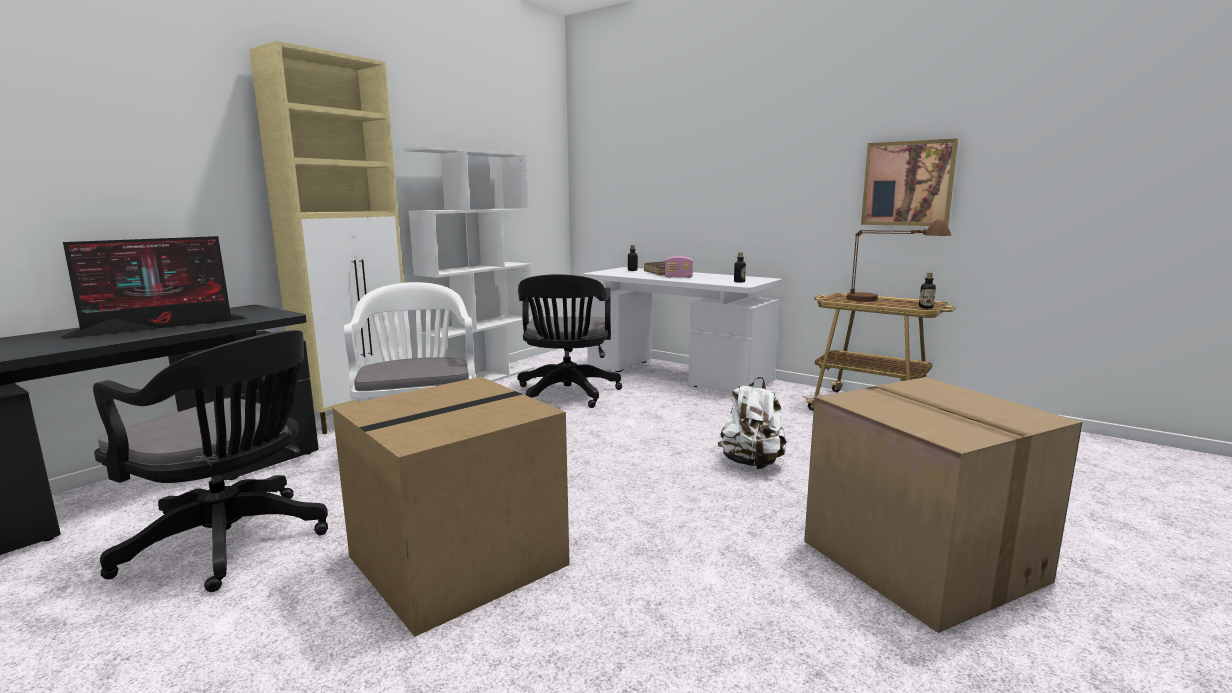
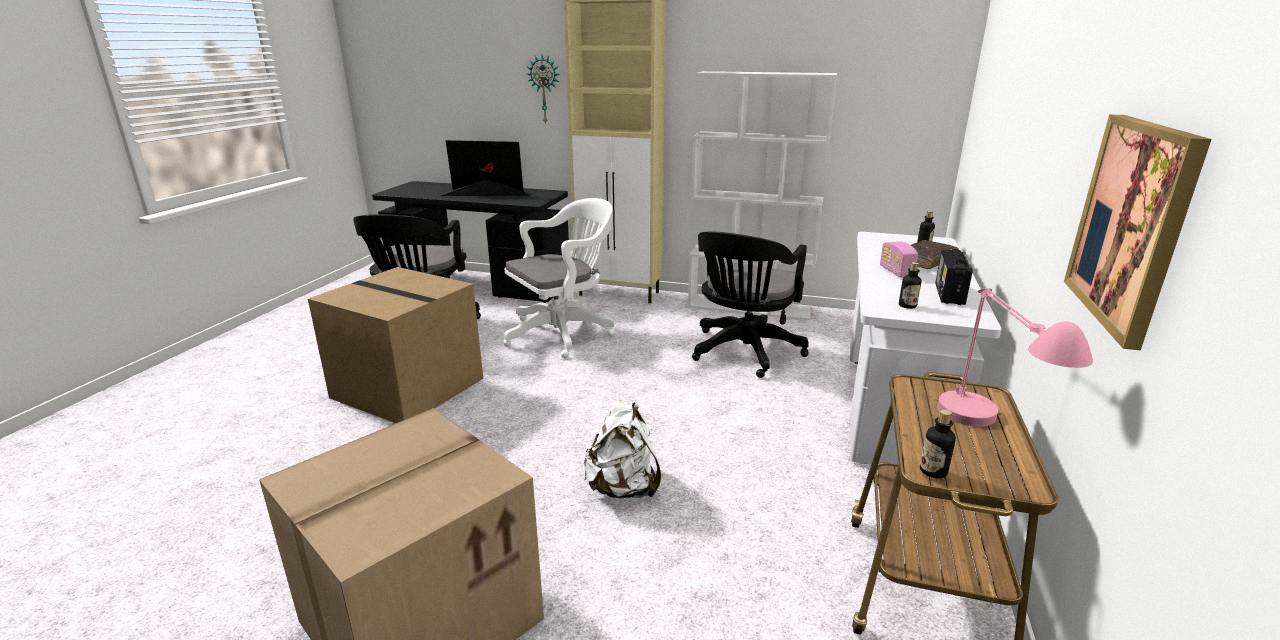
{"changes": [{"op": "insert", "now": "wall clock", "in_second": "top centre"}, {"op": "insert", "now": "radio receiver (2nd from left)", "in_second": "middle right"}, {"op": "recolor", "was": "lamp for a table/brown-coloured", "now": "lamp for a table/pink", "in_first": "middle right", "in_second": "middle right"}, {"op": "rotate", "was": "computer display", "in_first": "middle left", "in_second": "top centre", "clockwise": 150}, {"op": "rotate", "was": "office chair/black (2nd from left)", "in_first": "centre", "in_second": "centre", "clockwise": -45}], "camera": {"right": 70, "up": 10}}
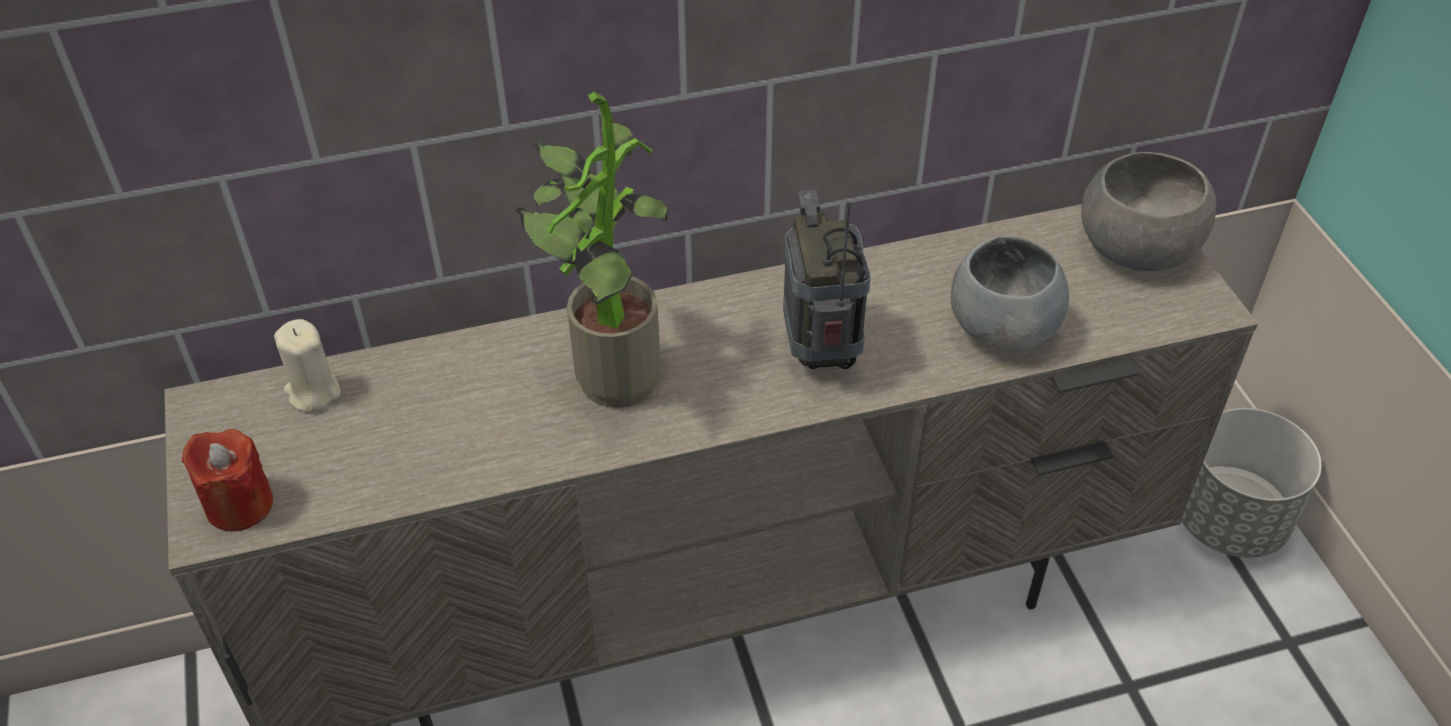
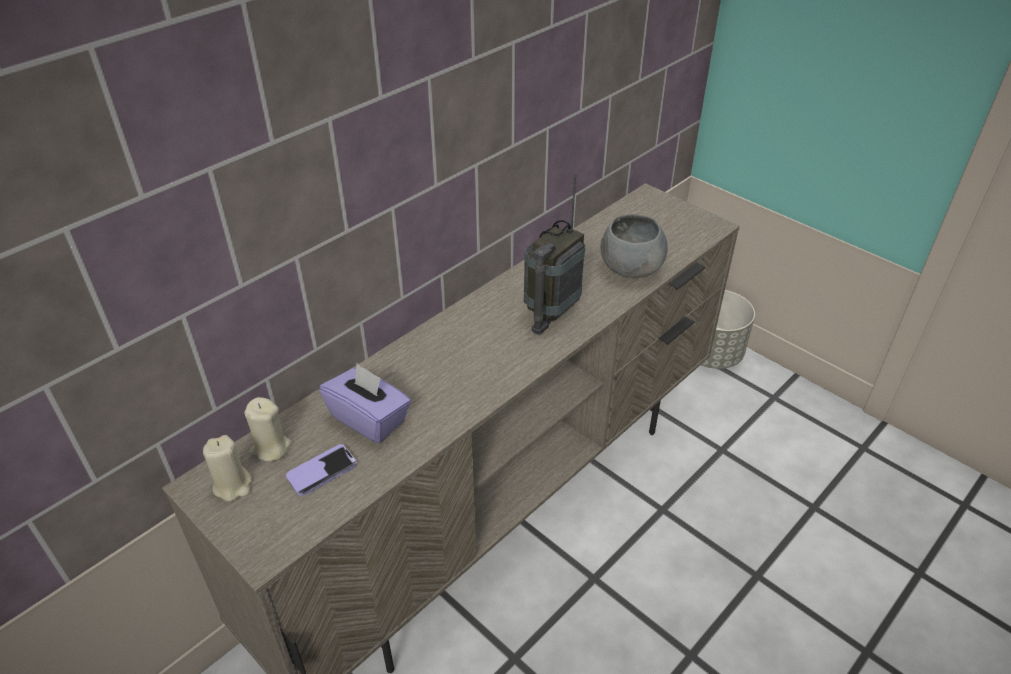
{"changes": [{"op": "delete", "was": "candle/red-coloured", "in_first": "middle left"}, {"op": "delete", "was": "houseplant", "in_first": "centre"}, {"op": "delete", "was": "bowl/grey (2nd from left)", "in_first": "top right"}, {"op": "insert", "now": "candle/sand-coloured (1st from left)", "in_second": "bottom left"}, {"op": "insert", "now": "handset", "in_second": "bottom left"}, {"op": "insert", "now": "box of tissues/purple", "in_second": "centre"}, {"op": "rotate", "was": "radio receiver", "in_first": "centre", "in_second": "centre", "clockwise": -105}], "camera": {"right": -30, "up": -5}}
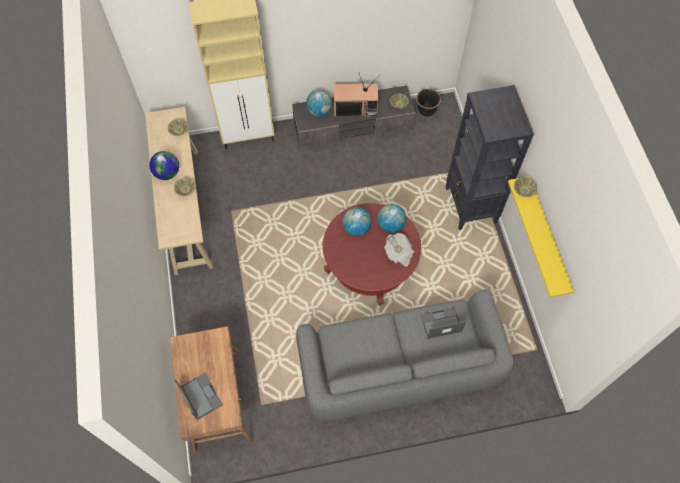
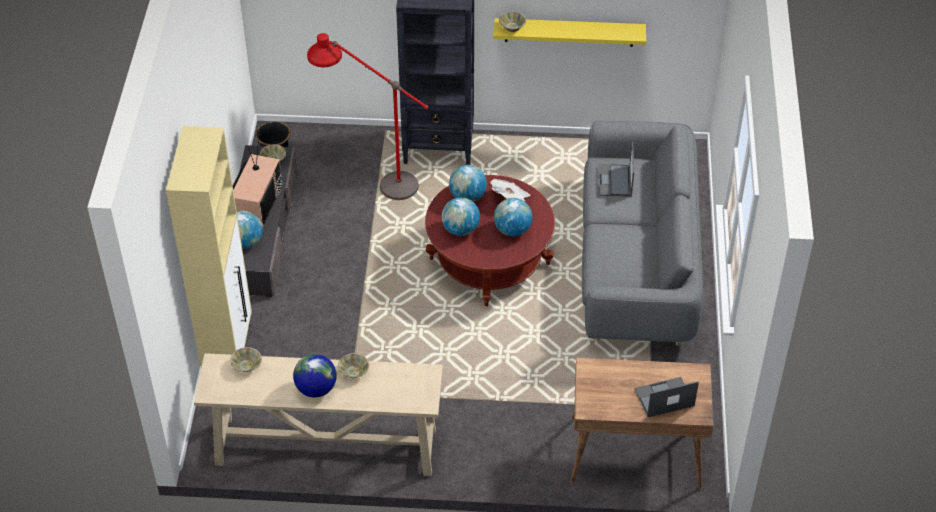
{"changes": [{"op": "insert", "now": "floor lamp/red-coloured", "in_second": "top centre"}, {"op": "insert", "now": "globe (5th from left)", "in_second": "centre"}], "camera": {"right": -75, "up": -15}}
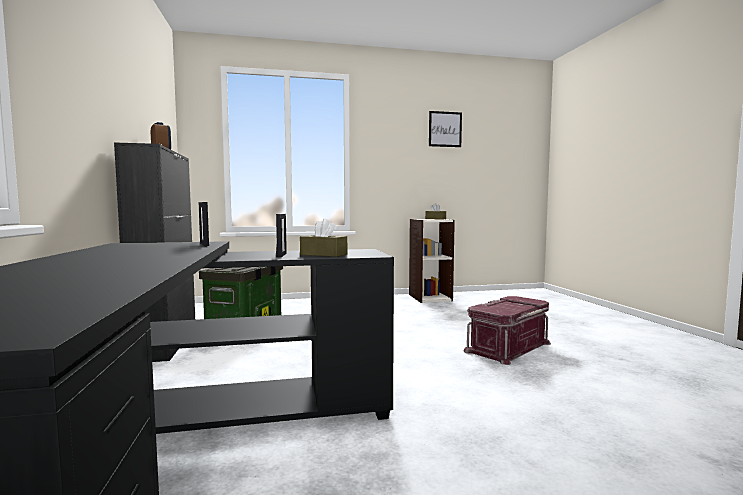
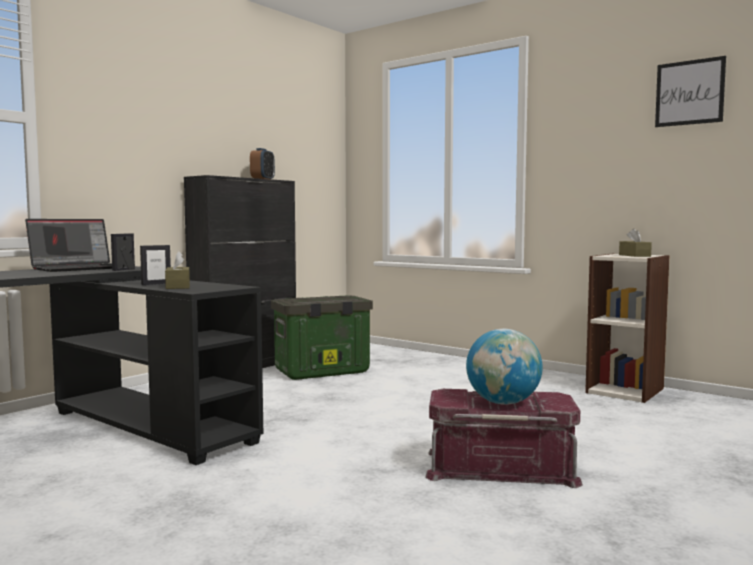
{"changes": [{"op": "insert", "now": "portable computer", "in_second": "middle left"}, {"op": "insert", "now": "globe", "in_second": "middle right"}], "camera": {"right": 50, "up": 0}}
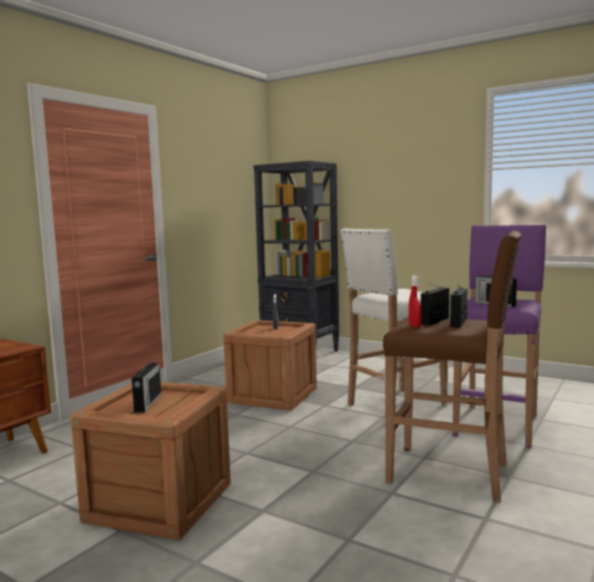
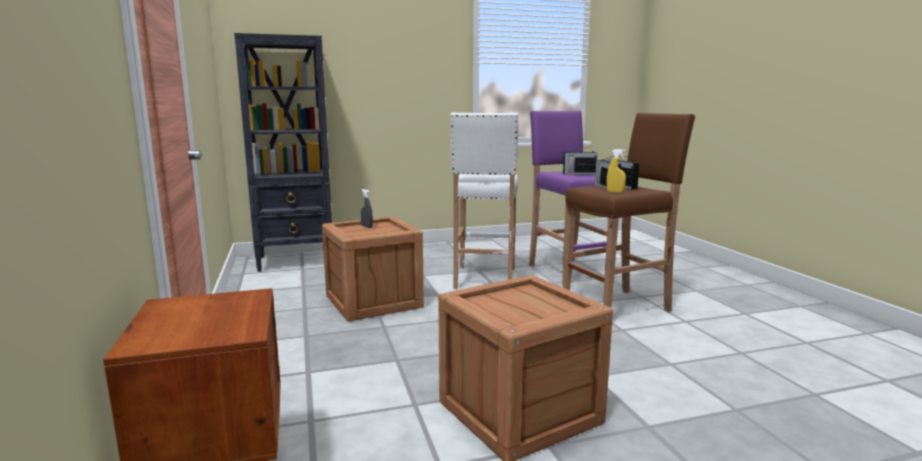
{"changes": [{"op": "delete", "was": "radio receiver (1st from left)", "in_first": "middle left"}, {"op": "recolor", "was": "sprayer/red-coloured", "now": "sprayer/yellowish", "in_first": "middle right", "in_second": "middle right"}], "camera": {"right": -50, "up": 5}}
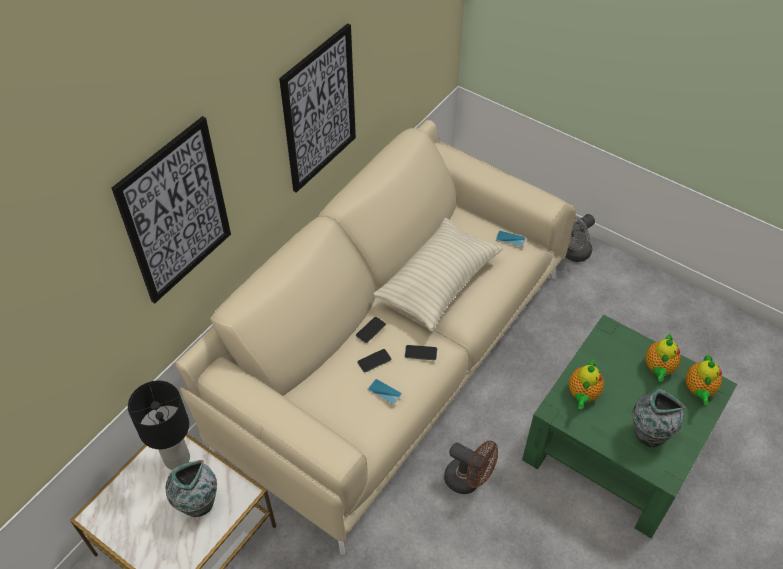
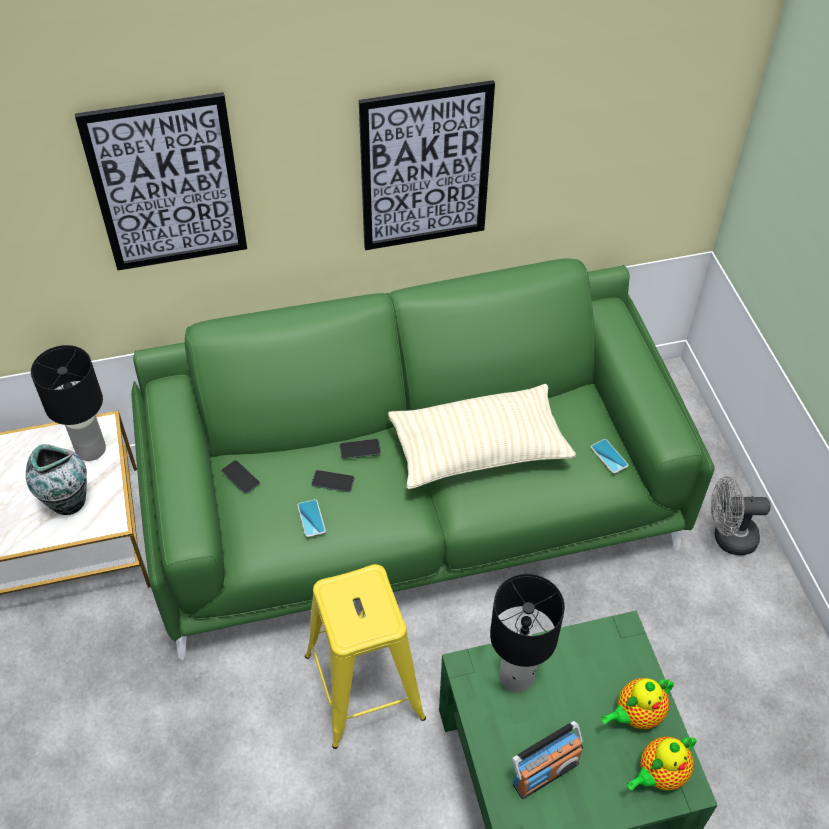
{"changes": [{"op": "move", "was": "handset (4th from left in the first image)", "now": "handset (1st from left)", "in_first": "centre", "in_second": "middle left"}, {"op": "replace", "was": "fan/brown-coloured", "now": "stool seat/yellowish", "in_first": "bottom centre", "in_second": "bottom centre"}, {"op": "replace", "was": "tea pot (1st from left)", "now": "lamp for a table/black (2nd from left)", "in_first": "bottom right", "in_second": "bottom centre"}, {"op": "replace", "was": "vase (2nd from left)", "now": "radio receiver", "in_first": "bottom right", "in_second": "bottom centre"}, {"op": "recolor", "was": "settee/sand-coloured", "now": "settee/green-coloured", "in_first": "centre", "in_second": "centre"}], "camera": {"right": 40, "up": 0}}
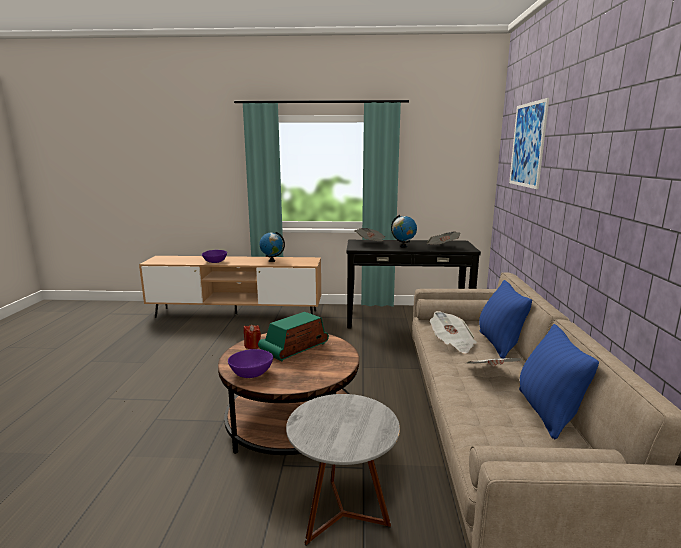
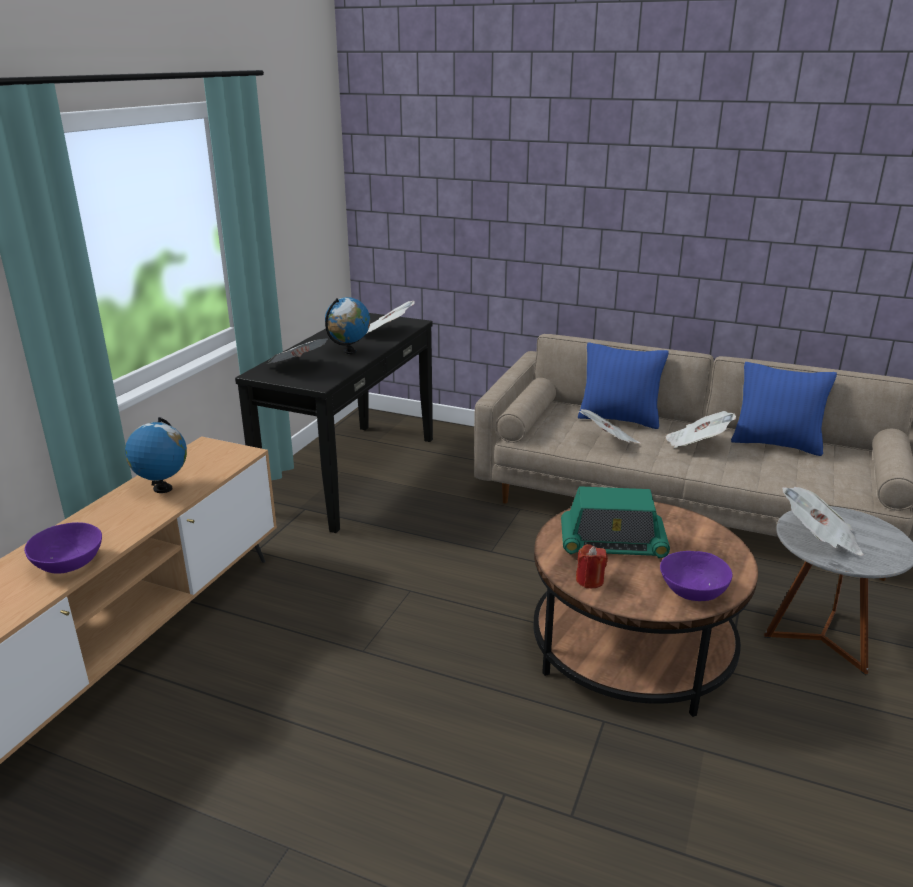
{"changes": [{"op": "delete", "was": "wall art", "in_first": "top right"}, {"op": "insert", "now": "printed paper (5th from left)", "in_second": "middle right"}, {"op": "rotate", "was": "radio receiver", "in_first": "centre", "in_second": "middle right", "clockwise": -60}], "camera": {"right": -70, "up": 10}}
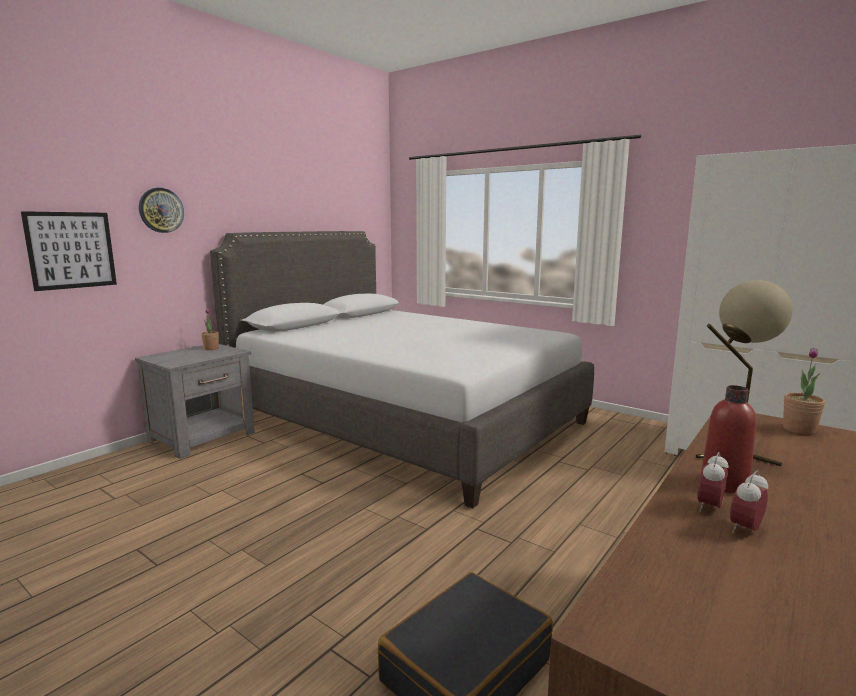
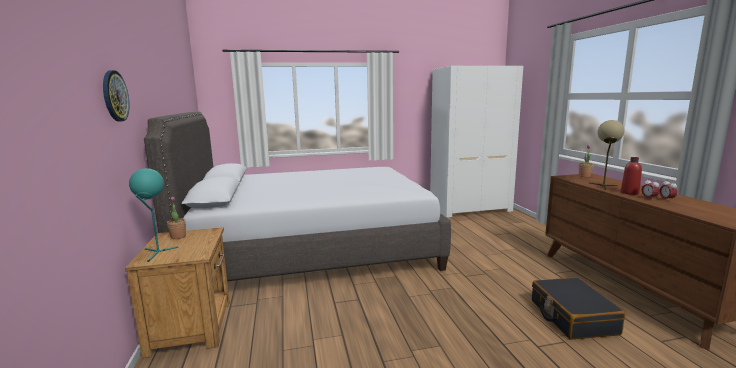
{"changes": [{"op": "delete", "was": "wall art", "in_first": "middle left"}, {"op": "insert", "now": "lamp for a table/turquoise", "in_second": "middle left"}, {"op": "recolor", "was": "bedside table/grey", "now": "bedside table/brown-coloured", "in_first": "middle left", "in_second": "bottom left"}], "camera": {"right": -50, "up": 0}}
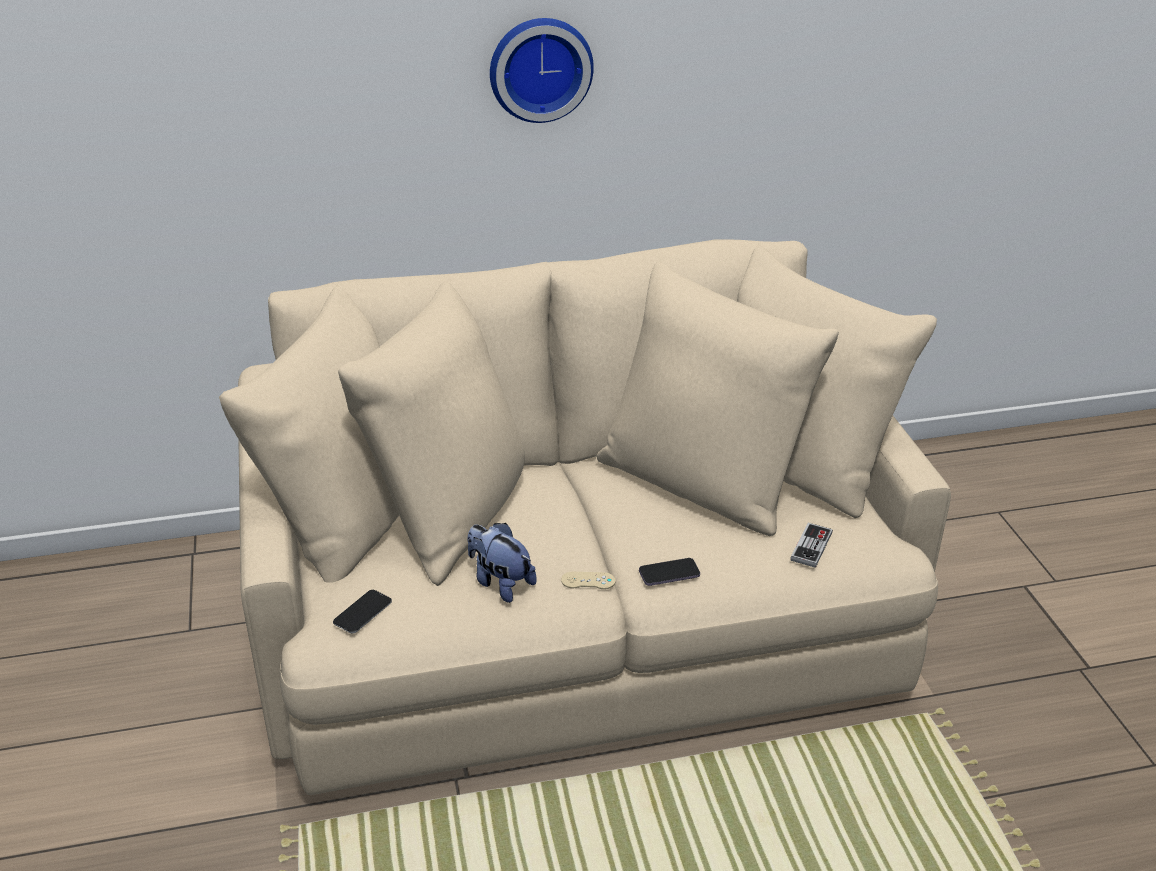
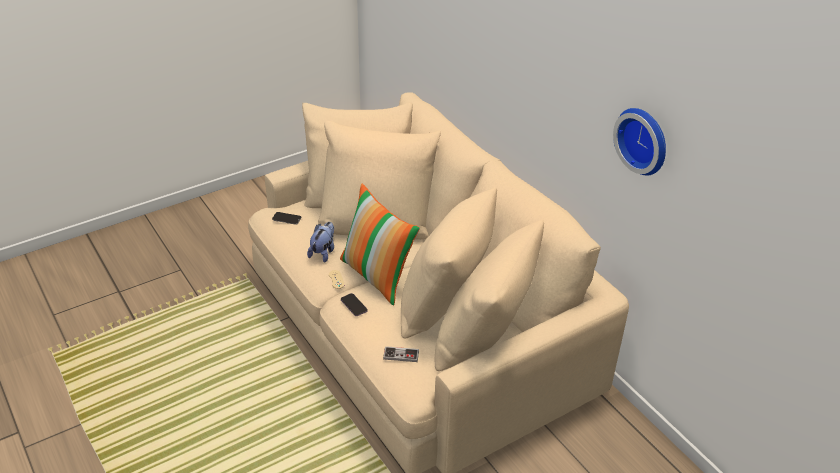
{"changes": [{"op": "insert", "now": "throw pillow", "in_second": "centre"}, {"op": "move", "was": "wall clock", "in_first": "top centre", "in_second": "top right"}], "camera": {"right": 70, "up": 5}}
